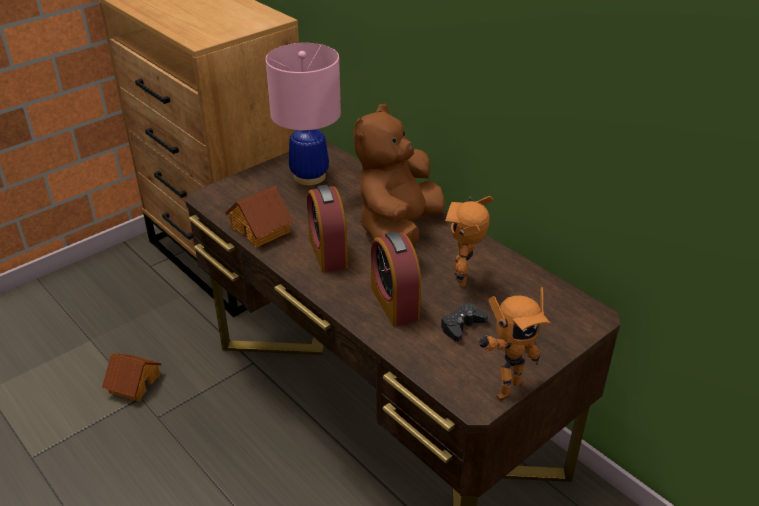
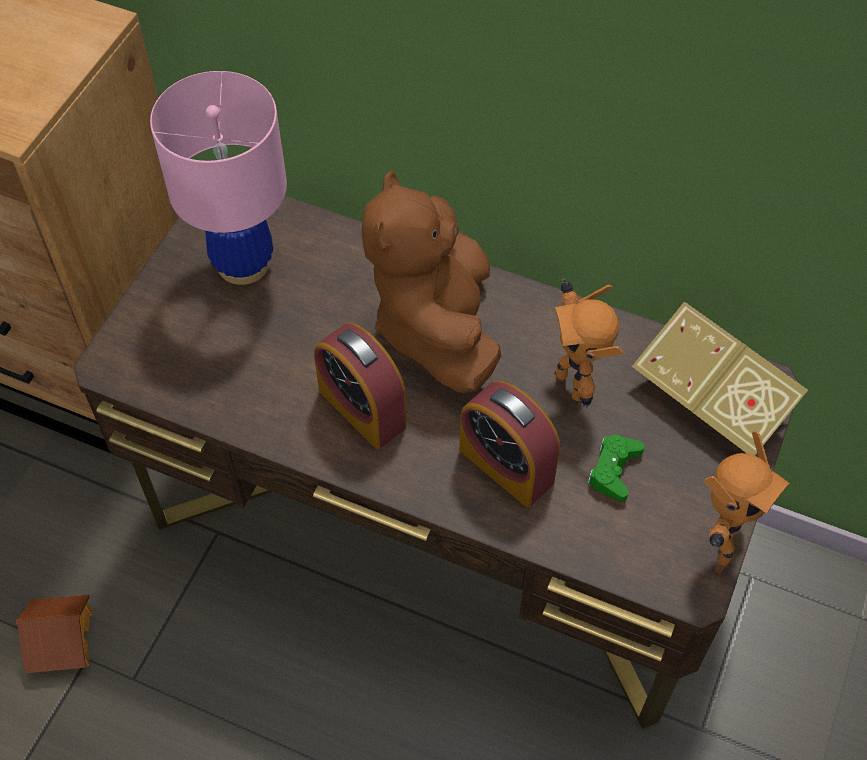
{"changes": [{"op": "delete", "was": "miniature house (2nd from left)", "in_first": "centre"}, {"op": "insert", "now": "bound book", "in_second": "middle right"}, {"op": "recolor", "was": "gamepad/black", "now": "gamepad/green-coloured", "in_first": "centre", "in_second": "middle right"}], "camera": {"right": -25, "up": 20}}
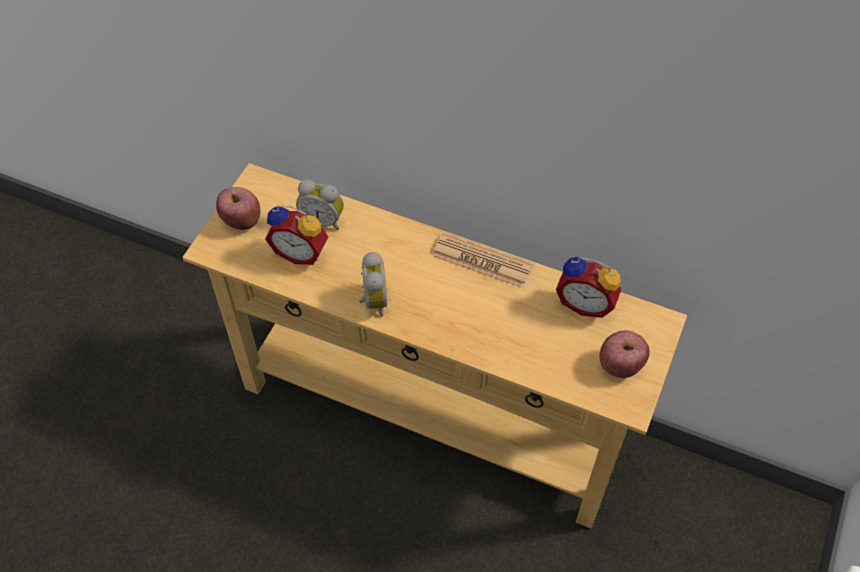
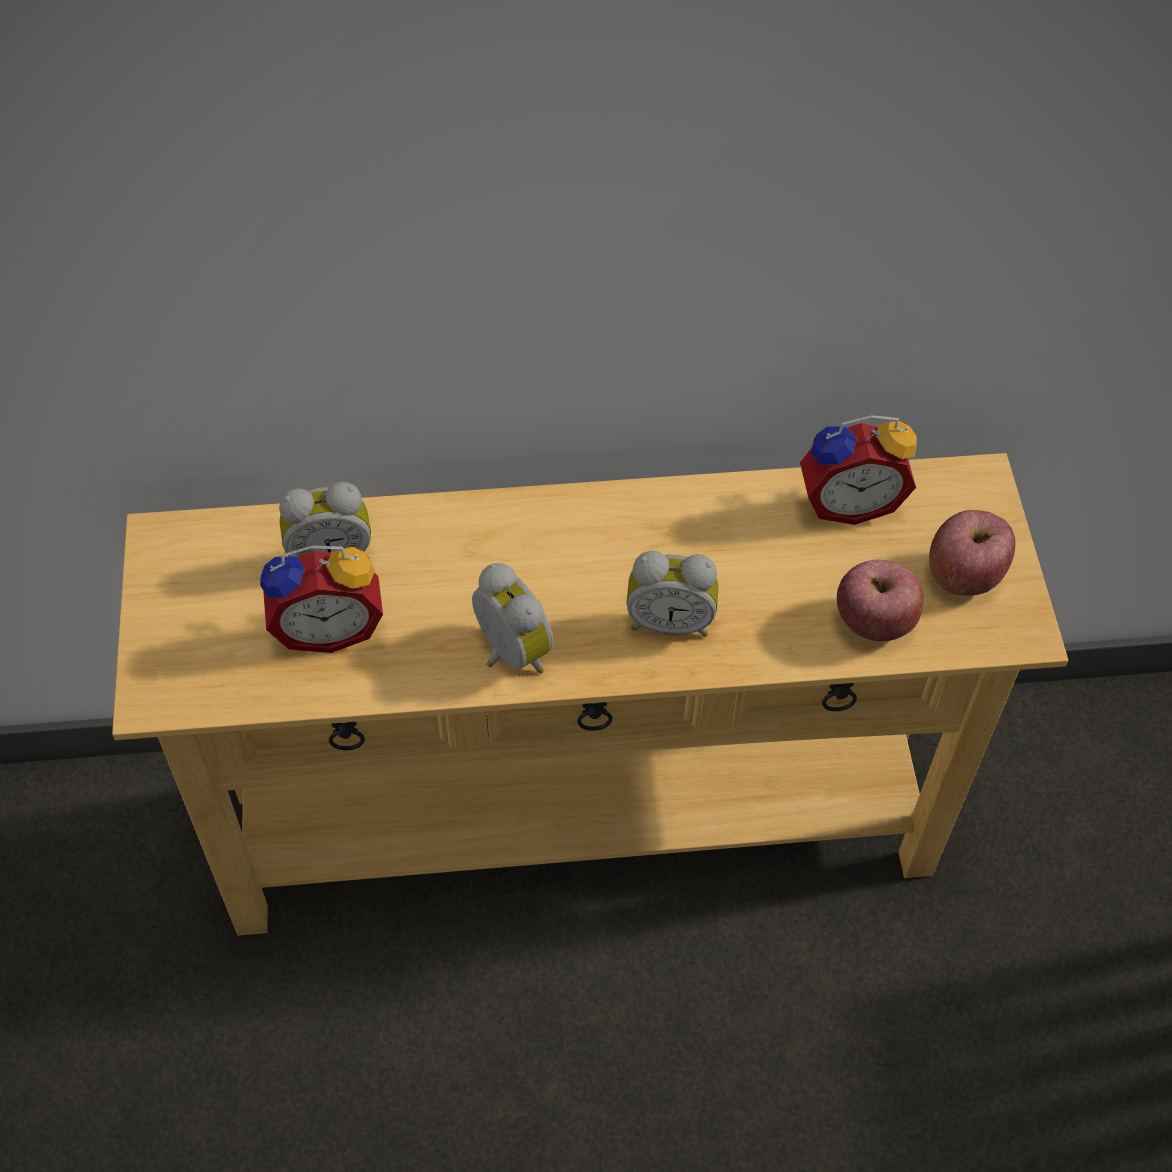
{"changes": [{"op": "delete", "was": "printed paper", "in_first": "centre"}, {"op": "insert", "now": "table clock (4th from left)", "in_second": "centre"}, {"op": "move", "was": "apple (1st from left)", "in_first": "middle left", "in_second": "middle right"}], "camera": {"right": -30, "up": 0}}
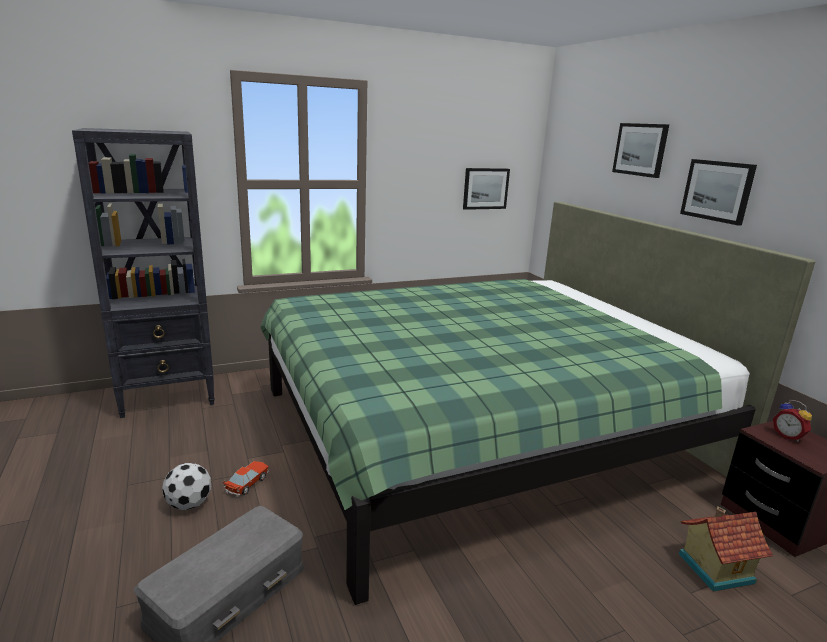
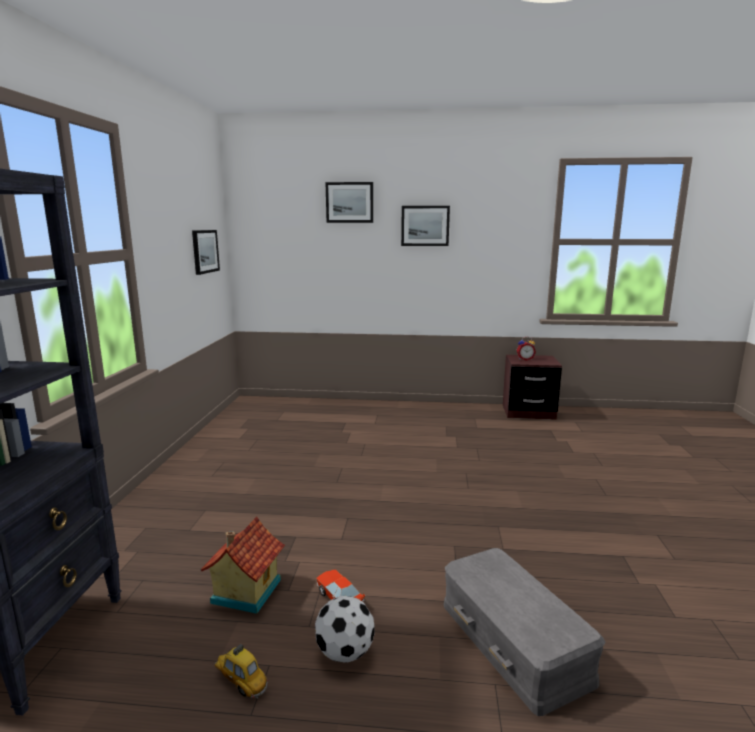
{"changes": [{"op": "delete", "was": "sleeping bed/green-coloured", "in_first": "centre"}, {"op": "insert", "now": "toy car (1st from left)", "in_second": "bottom left"}, {"op": "move", "was": "miniature house", "in_first": "bottom right", "in_second": "bottom left"}], "camera": {"right": -60, "up": -5}}
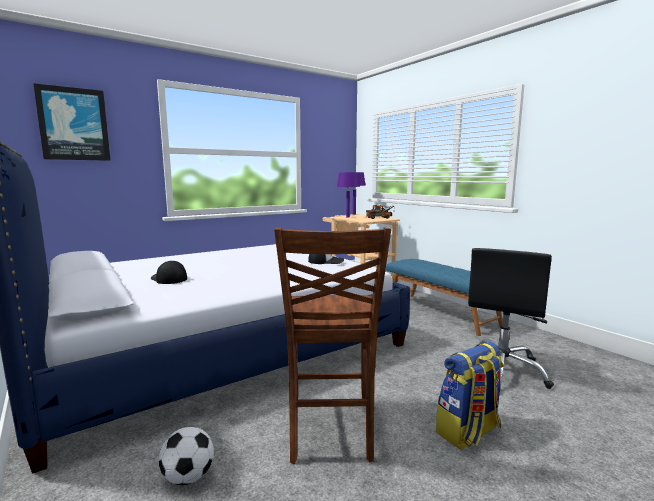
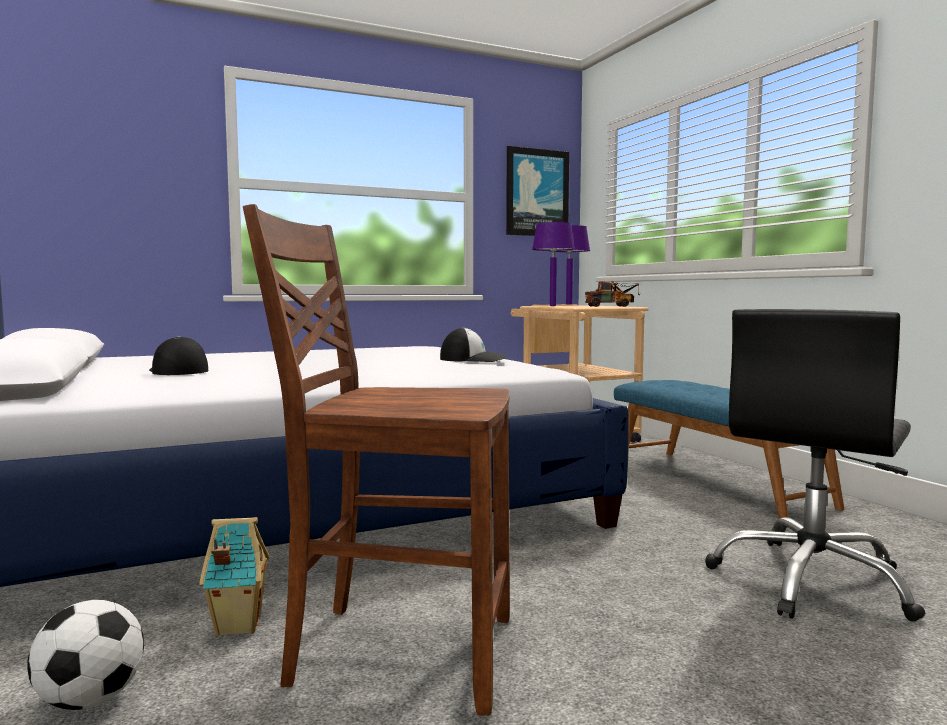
{"changes": [{"op": "delete", "was": "backpack", "in_first": "bottom right"}, {"op": "insert", "now": "miniature house", "in_second": "bottom left"}, {"op": "move", "was": "wall art", "in_first": "top left", "in_second": "top centre"}, {"op": "rotate", "was": "plain chair/brown-coloured", "in_first": "bottom centre", "in_second": "centre", "clockwise": 90}], "camera": {"right": 10, "up": -5}}
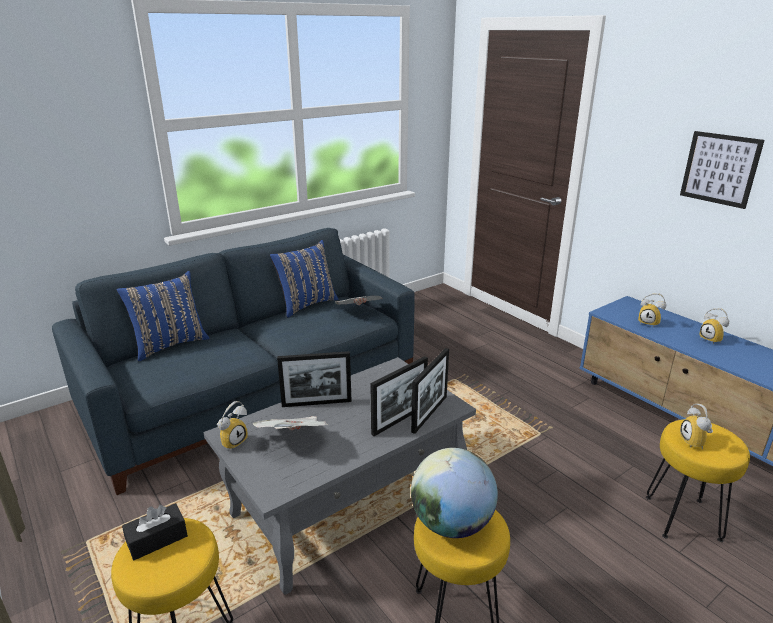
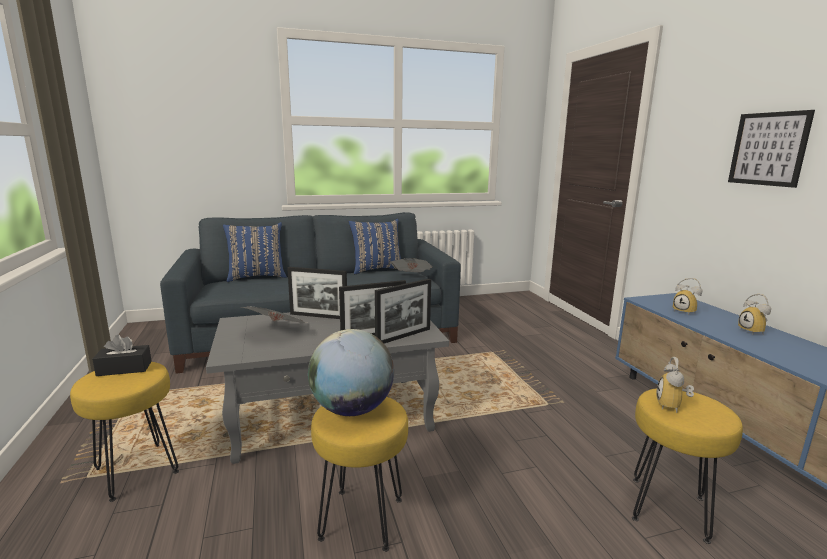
{"changes": [{"op": "delete", "was": "table clock (1st from left)", "in_first": "bottom left"}], "camera": {"right": 20, "up": -10}}
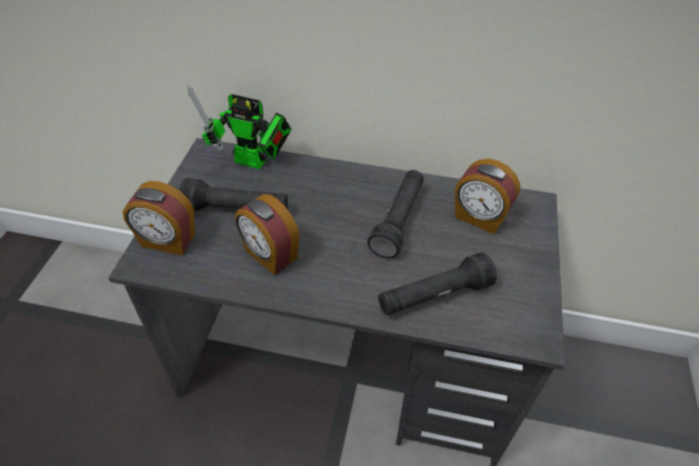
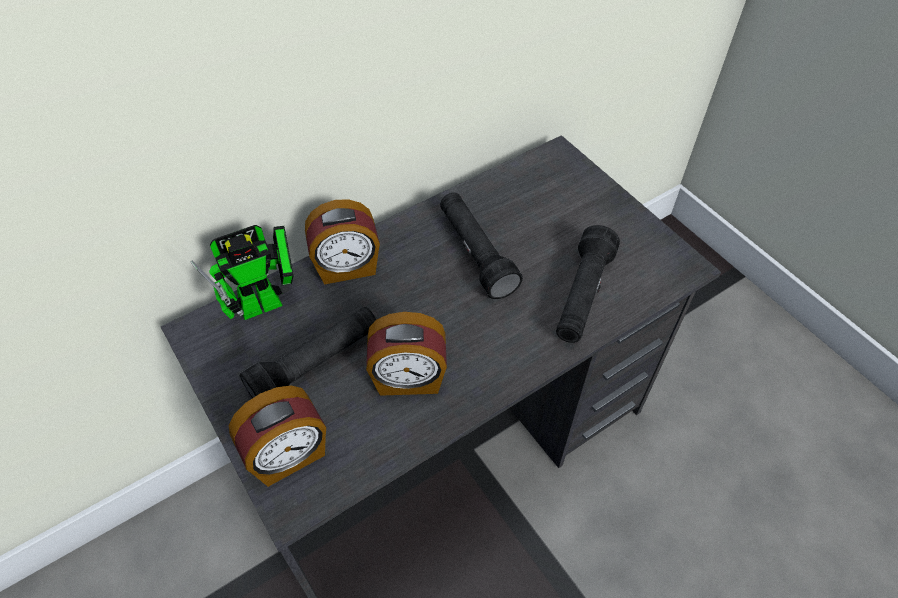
{"changes": [{"op": "move", "was": "table clock (3rd from left in the first image)", "now": "table clock (2nd from left)", "in_first": "middle right", "in_second": "centre"}], "camera": {"right": -45, "up": 5}}
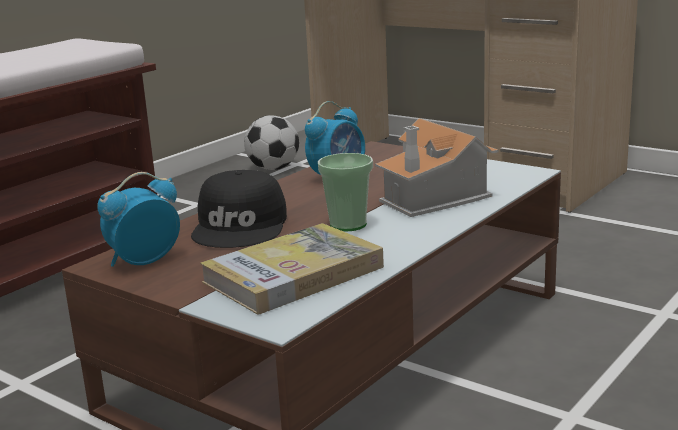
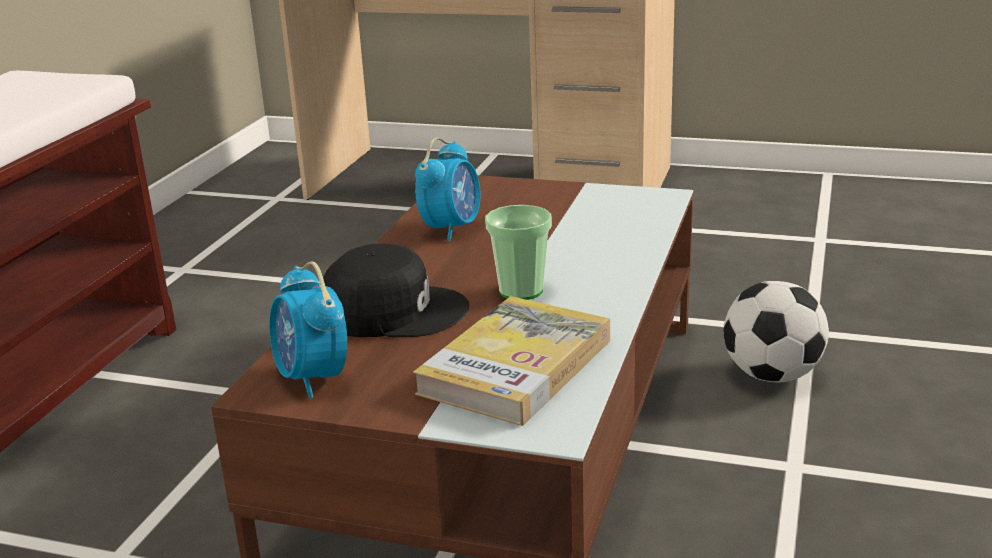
{"changes": [{"op": "delete", "was": "miniature house", "in_first": "centre"}, {"op": "move", "was": "football ball", "in_first": "top centre", "in_second": "middle right"}, {"op": "rotate", "was": "table clock (1st from left)", "in_first": "middle left", "in_second": "middle left", "clockwise": -60}, {"op": "rotate", "was": "cap/black", "in_first": "centre", "in_second": "centre", "clockwise": -75}], "camera": {"right": -20, "up": 5}}
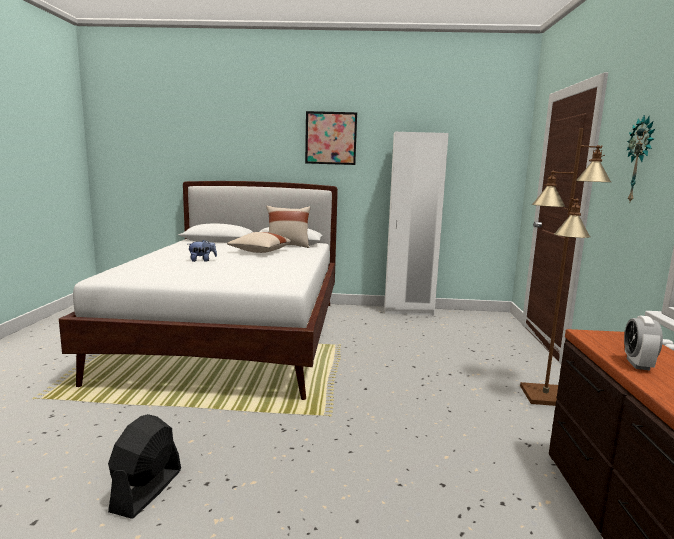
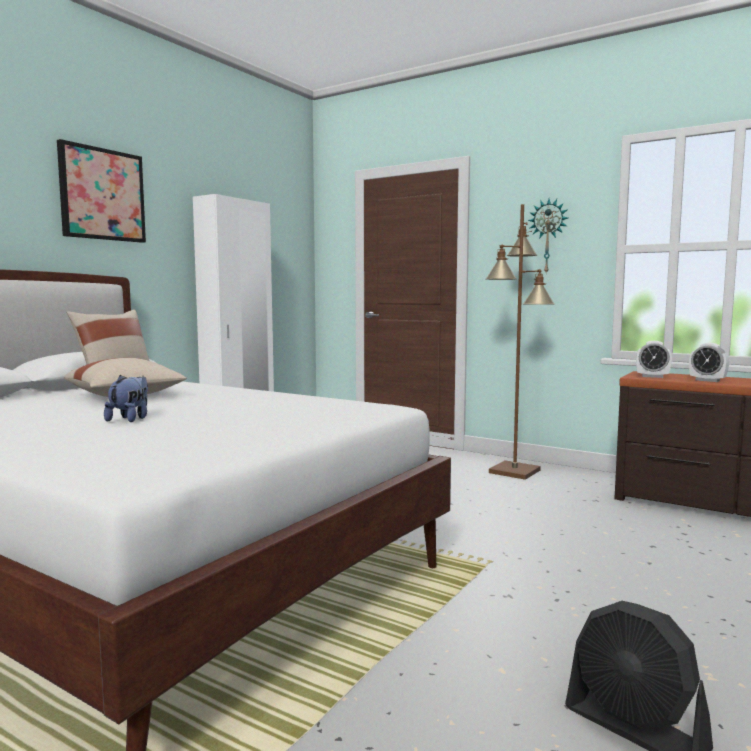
{"changes": [{"op": "insert", "now": "table clock (1st from left)", "in_second": "middle right"}], "camera": {"right": -60, "up": -5}}
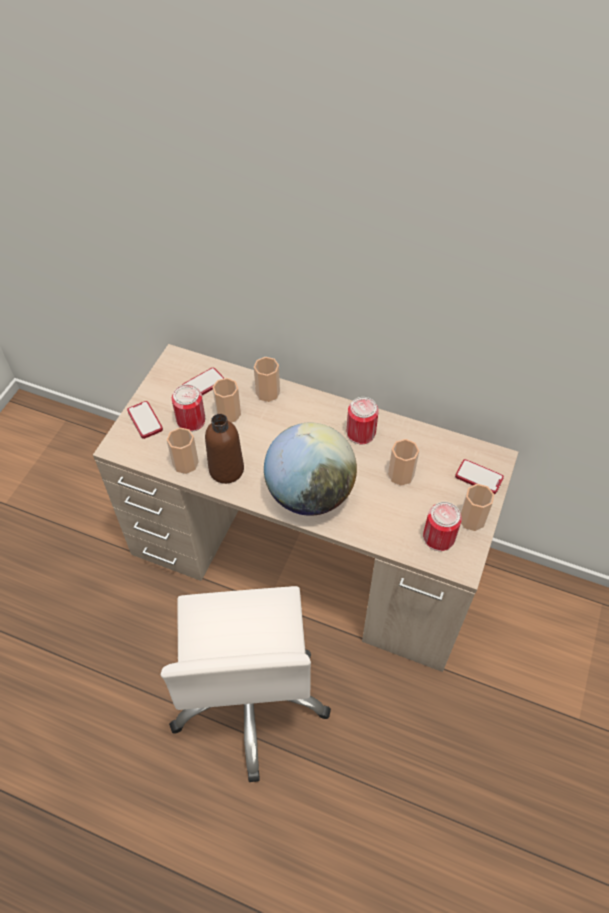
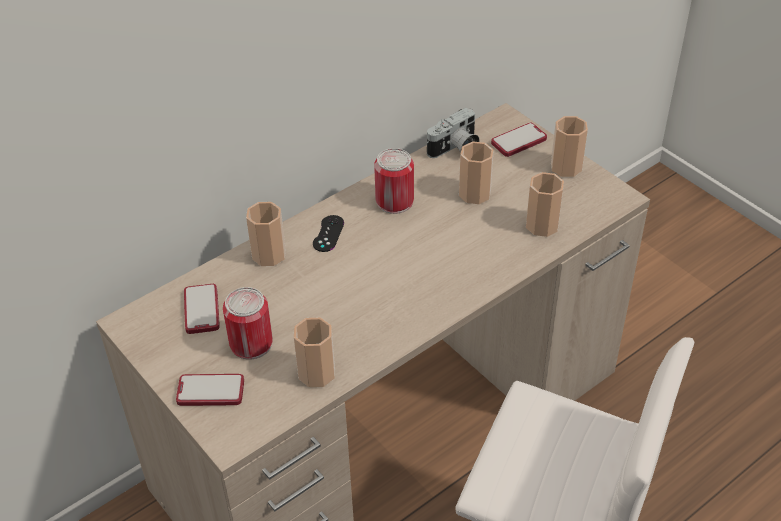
{"changes": [{"op": "delete", "was": "beverage bottle/brown-coloured", "in_first": "centre"}, {"op": "delete", "was": "globe", "in_first": "centre"}, {"op": "delete", "was": "sealed can (3rd from left)", "in_first": "middle right"}, {"op": "insert", "now": "gamepad/black", "in_second": "centre"}, {"op": "insert", "now": "photo camera", "in_second": "top centre"}, {"op": "move", "was": "small cup (2nd from left in the first image)", "now": "small cup (4th from left)", "in_first": "centre", "in_second": "middle right"}], "camera": {"right": -60, "up": -10}}
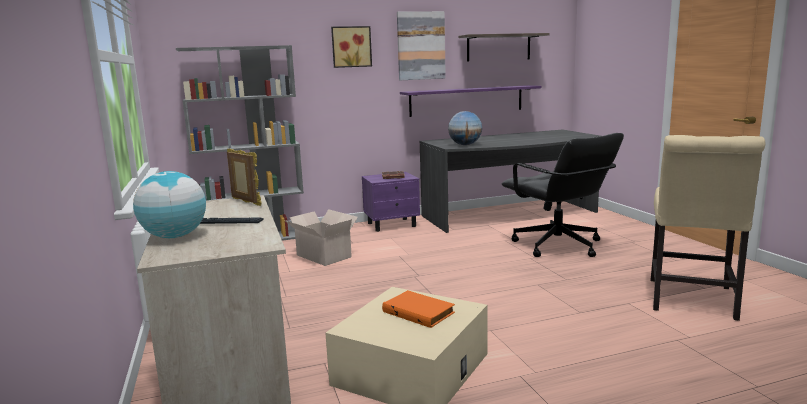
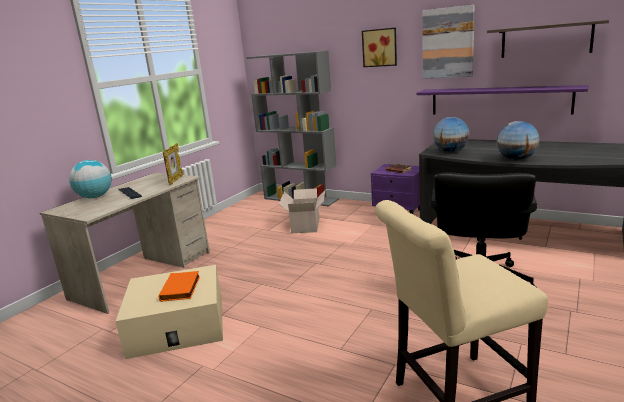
{"changes": [{"op": "insert", "now": "globe (3rd from left)", "in_second": "middle right"}], "camera": {"right": 50, "up": 5}}
